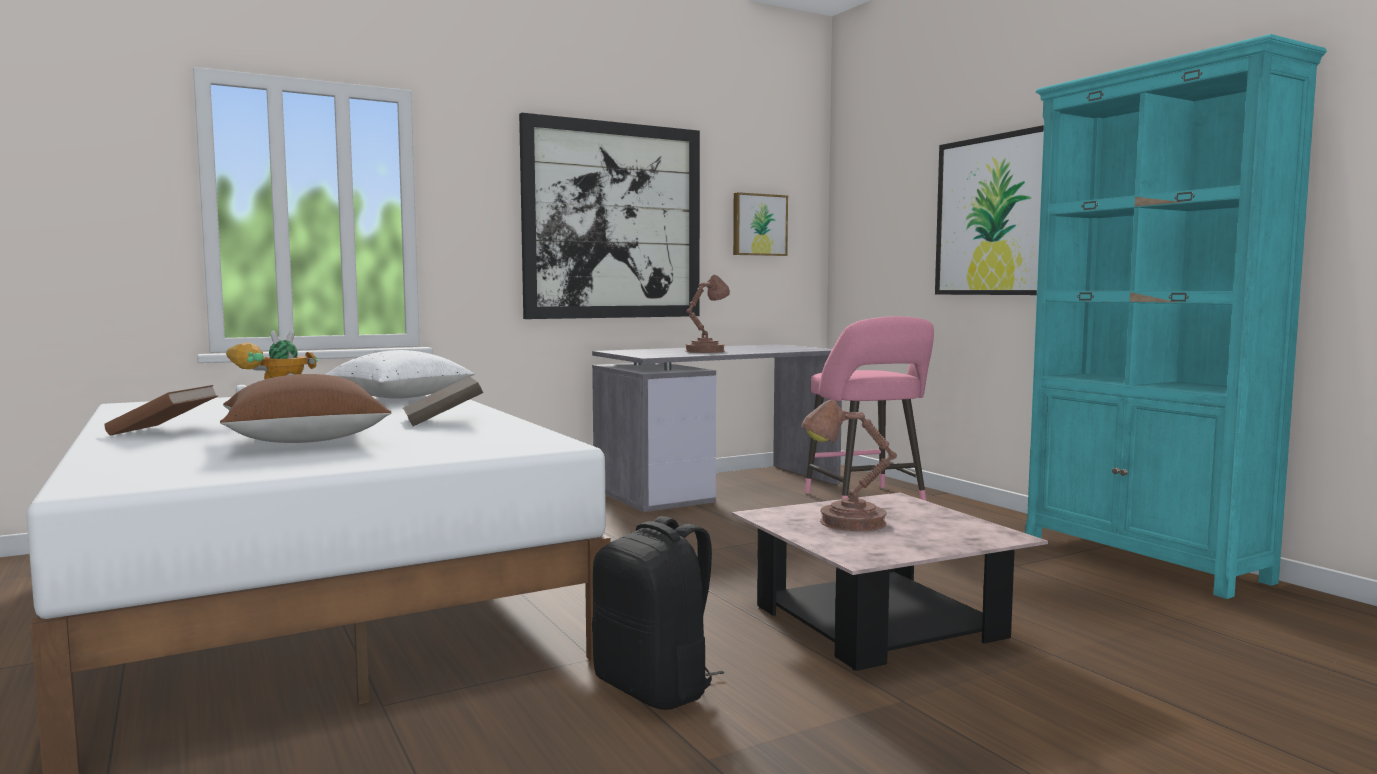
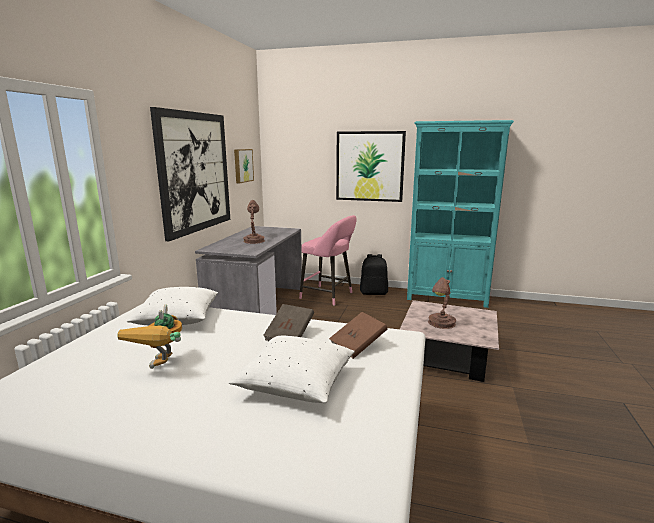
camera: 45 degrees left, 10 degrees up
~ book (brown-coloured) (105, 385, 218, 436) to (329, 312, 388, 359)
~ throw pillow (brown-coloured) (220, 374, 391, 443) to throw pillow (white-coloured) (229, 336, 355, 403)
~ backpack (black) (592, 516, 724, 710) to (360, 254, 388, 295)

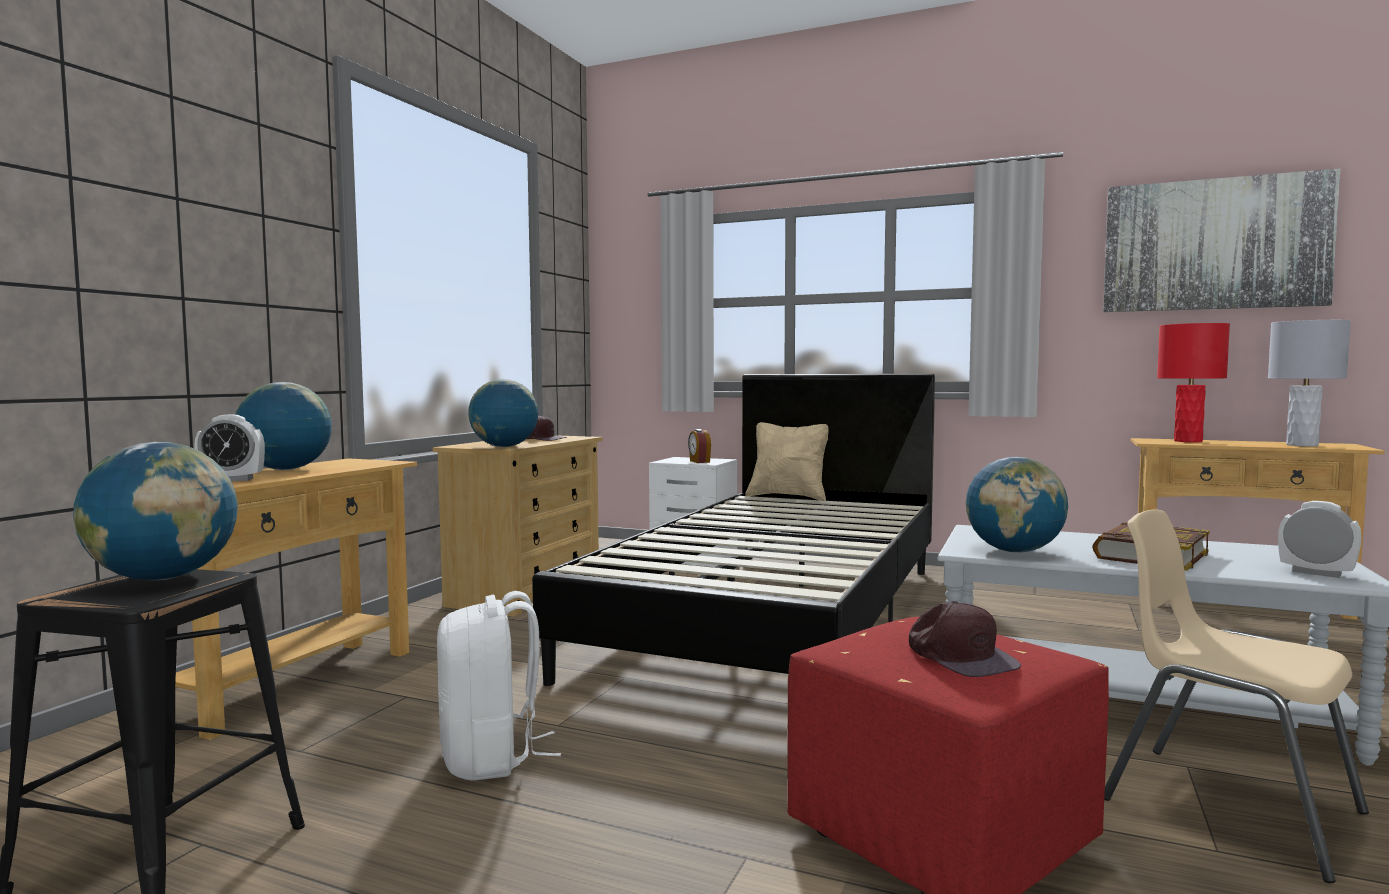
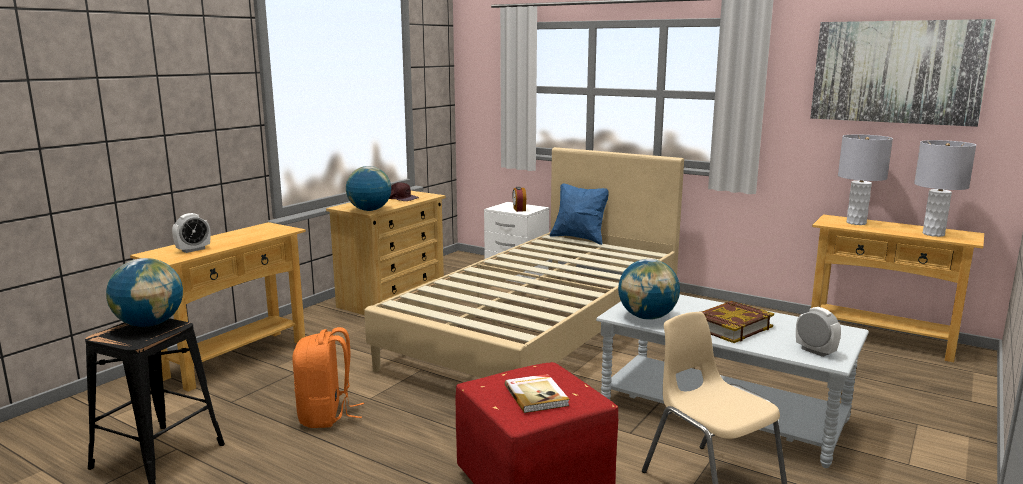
camera: 10 degrees right, 10 degrees up
~ alarm clock (194, 414, 265, 481) = (172, 213, 211, 253) 45 degrees counterclockwise
- world globe (235, 382, 332, 470)
~ backpack (white-coloured) (437, 591, 561, 781) to backpack (orange-coloured) (292, 327, 364, 428)
~ bedroom bed (black) (532, 374, 935, 686) to bedroom bed (beige-coloured) (364, 147, 684, 378)
~ throw pillow (beige-coloured) (745, 422, 829, 501) to throw pillow (blue) (550, 183, 609, 245)
~ peaked cap (brown-coloured) (909, 601, 1021, 677) to book (505, 374, 570, 413)
~ lamp for a table (red) (1157, 323, 1230, 442) to lamp for a table (greyish) (838, 135, 893, 225)

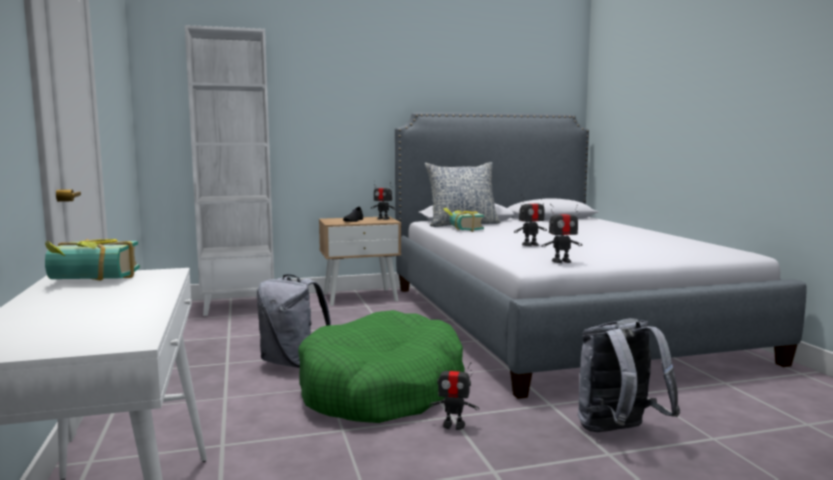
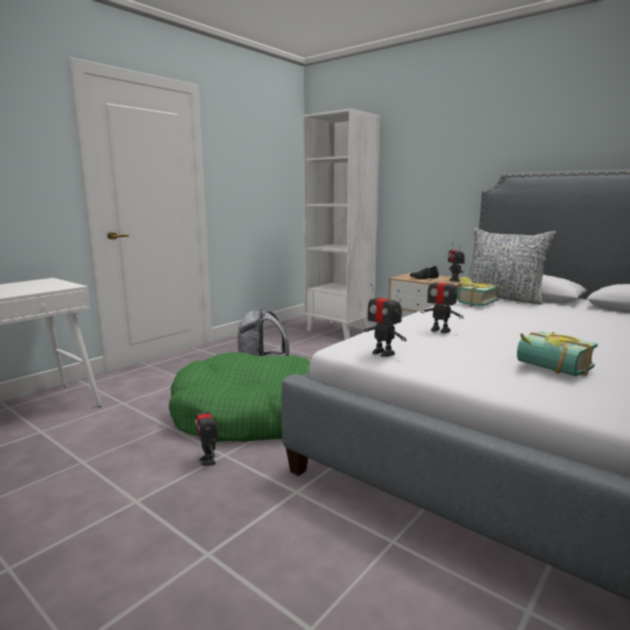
camera: 55 degrees right, 5 degrees up
~ book (45, 239, 140, 281) to (517, 331, 598, 377)
- backpack (greyish) (578, 318, 681, 432)

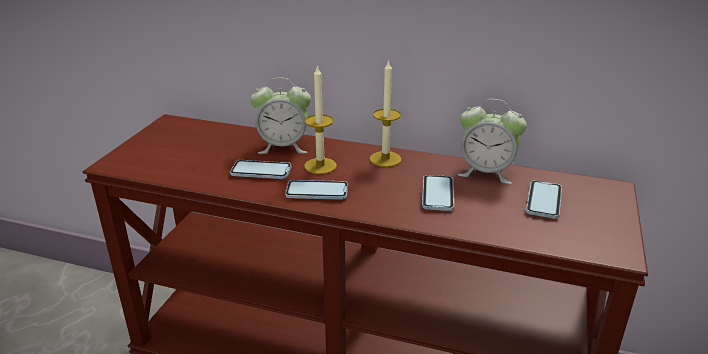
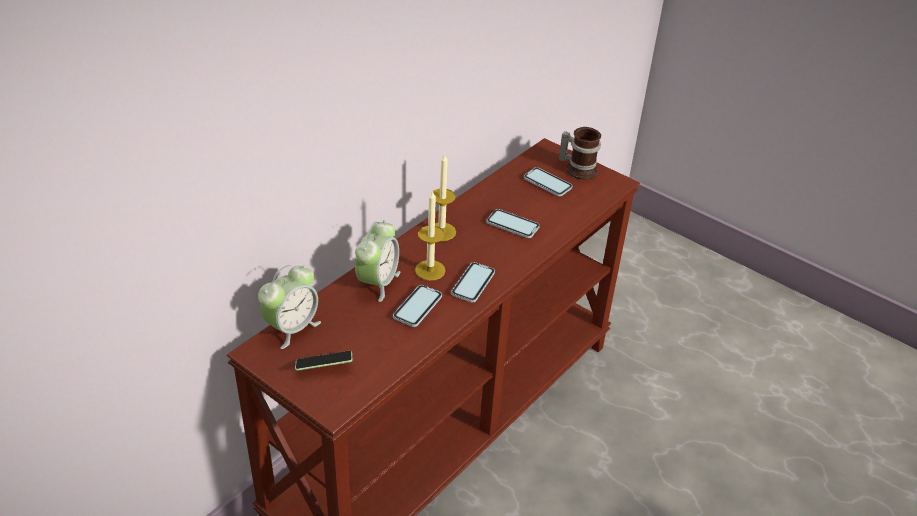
camera: 70 degrees left, 10 degrees up
~ alarm clock (458, 99, 527, 184) to (258, 265, 321, 349)
+ handset (295, 351, 352, 371)
+ coffee mug (559, 127, 601, 179)

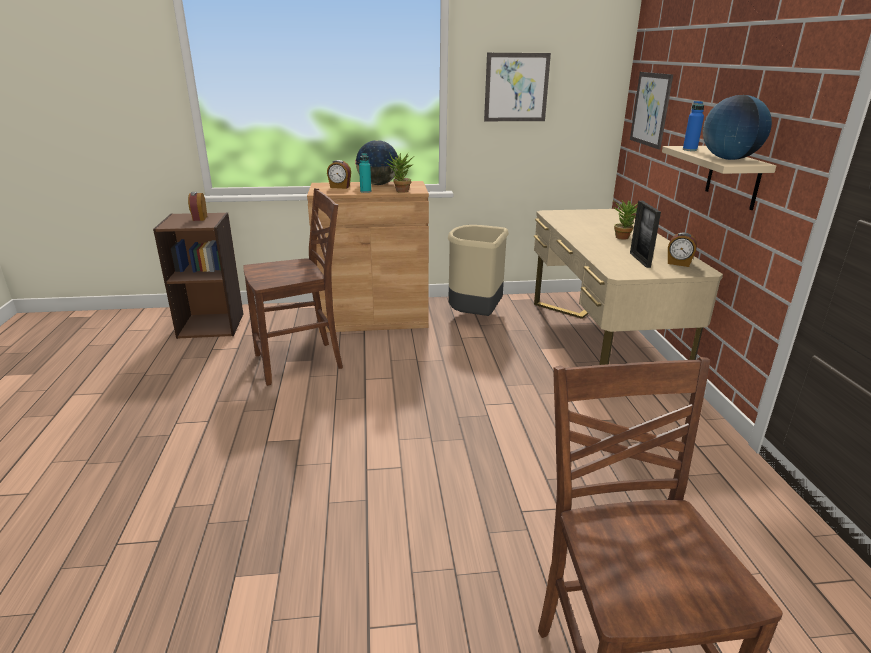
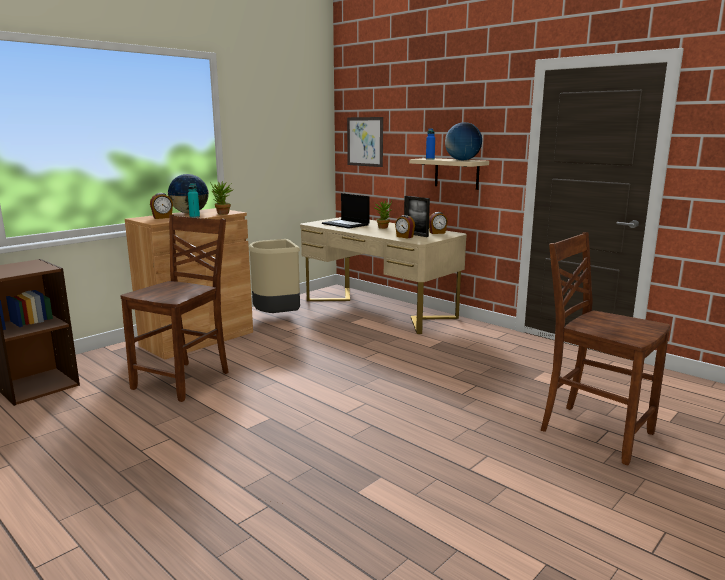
camera: 40 degrees left, 10 degrees down
~ alarm clock (188, 192, 207, 221) to (395, 215, 415, 239)
- wall picture (484, 53, 551, 121)
+ laptop (322, 193, 369, 229)

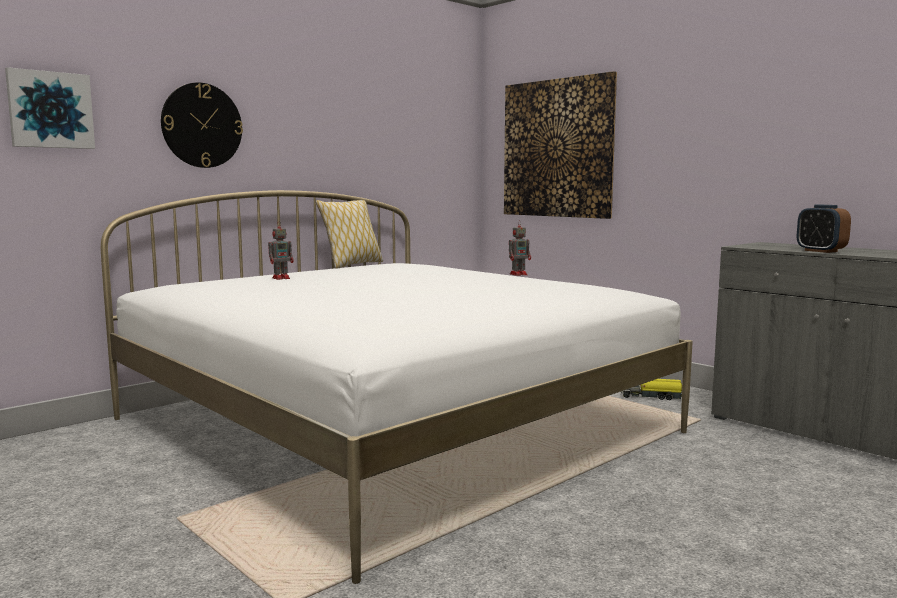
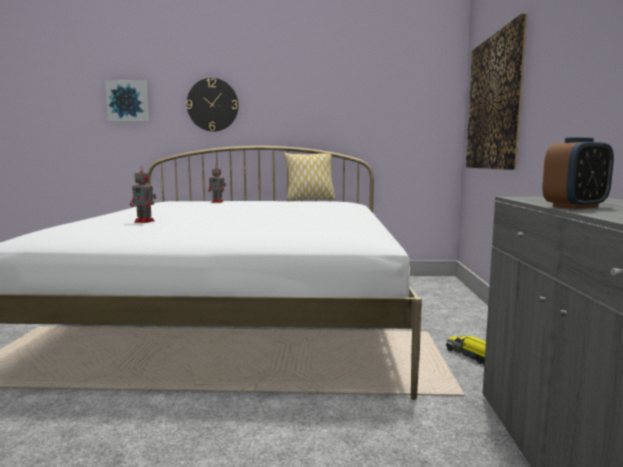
camera: 45 degrees right, 0 degrees up
~ robot figure (509, 220, 531, 276) to (130, 166, 156, 223)
~ alarm clock (797, 205, 851, 253) = (542, 137, 614, 209) 135 degrees counterclockwise

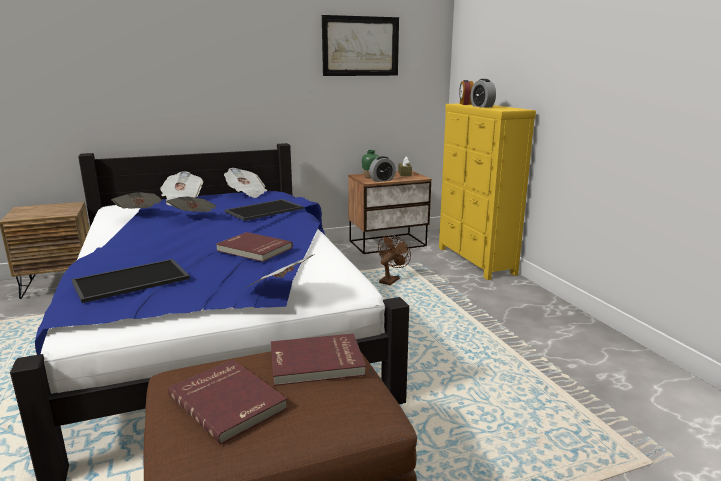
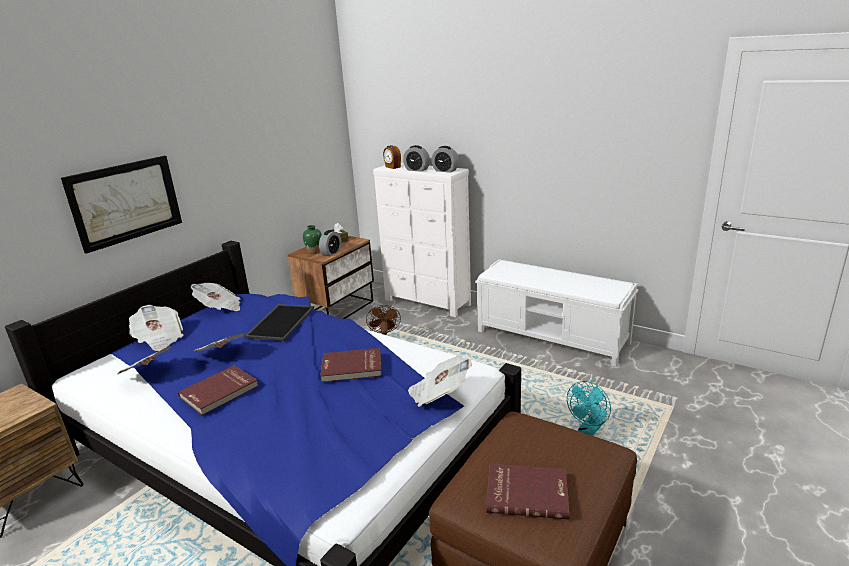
camera: 35 degrees left, 5 degrees up
- tray (71, 259, 190, 303)
~ book (red) (271, 333, 366, 386) to (178, 365, 258, 415)
~ wall picture (322, 15, 399, 76) to (61, 156, 182, 254)
~ dresser (yellow) (439, 103, 536, 280) to dresser (white-coloured) (373, 163, 471, 317)
+ alarm clock (432, 146, 459, 173)
+ indoor bench (white-coloured) (475, 259, 639, 367)
+ cooling fan (turquoise) (567, 381, 611, 436)

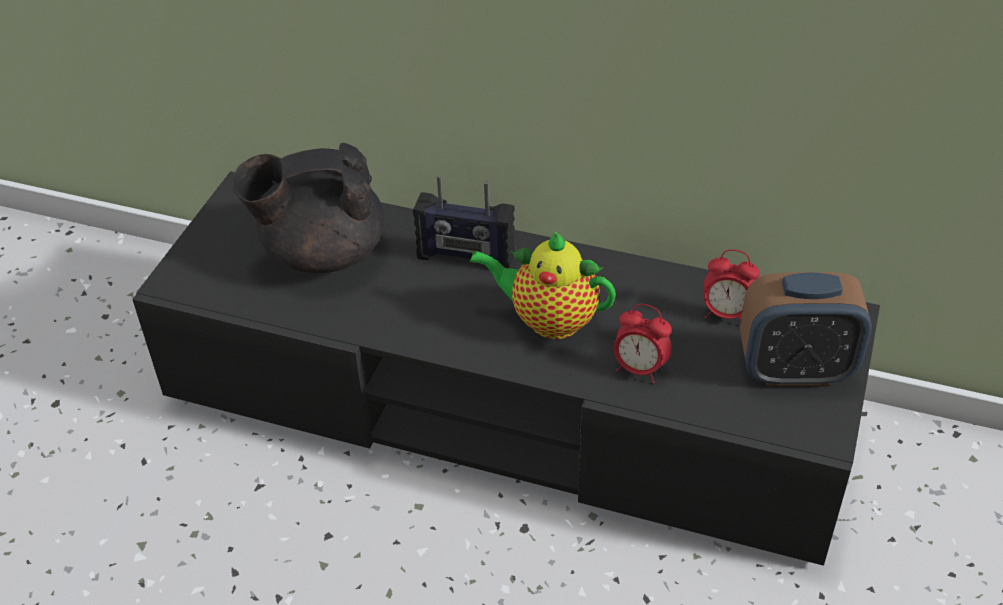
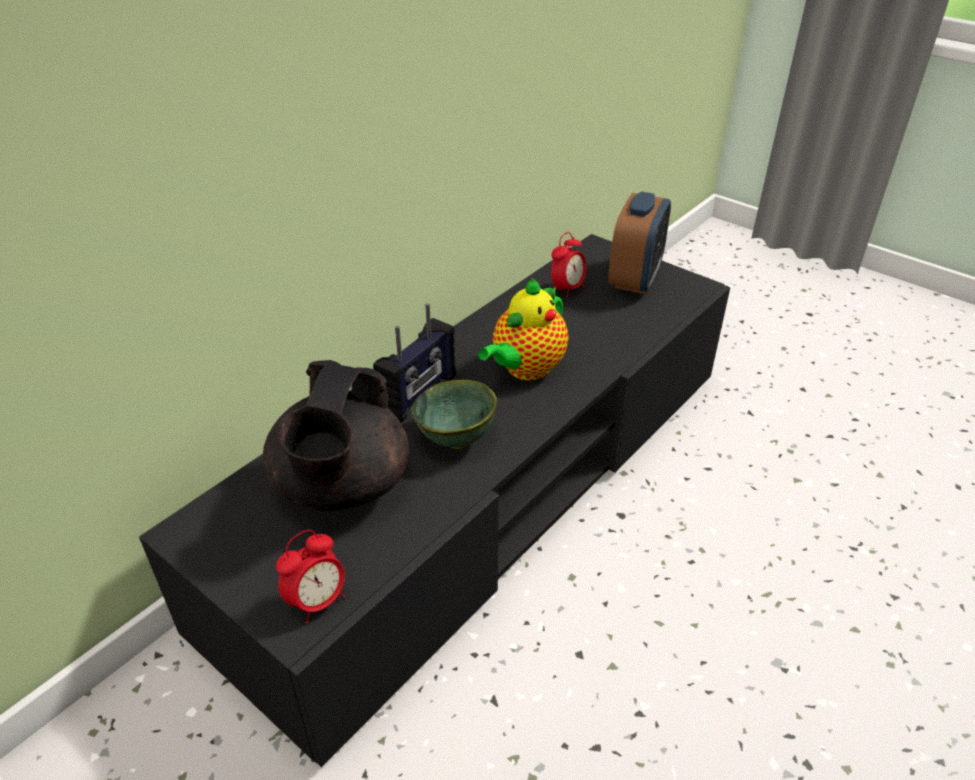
camera: 70 degrees left, 5 degrees down
~ alarm clock (614, 304, 672, 383) to (276, 530, 345, 624)
+ bowl (green) (411, 380, 497, 449)

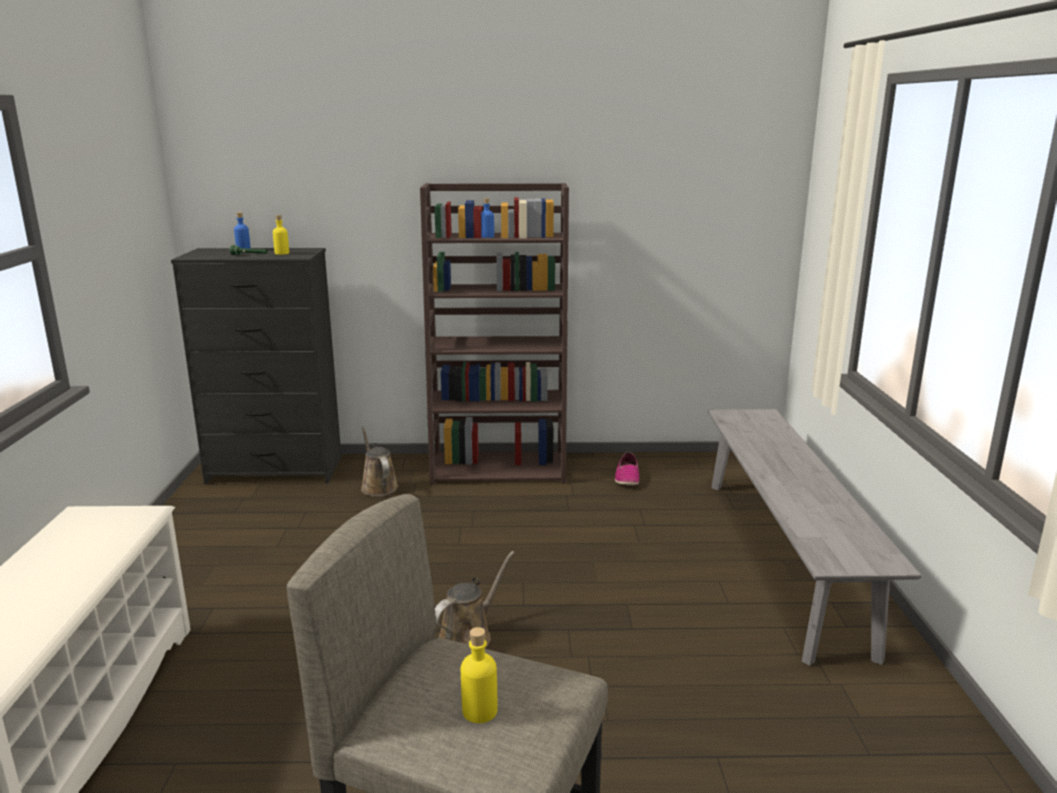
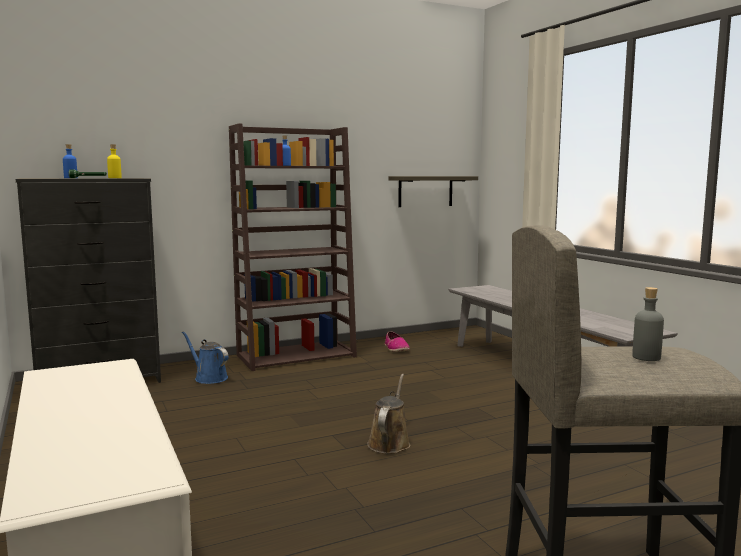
camera: 25 degrees left, 10 degrees down
~ sprinkling can (brown-coloured) (361, 426, 398, 496) to sprinkling can (blue) (182, 331, 229, 384)
~ drink bottle (yellow) (461, 627, 498, 723) to drink bottle (greyish) (632, 287, 664, 361)
+ shelf (389, 176, 478, 207)

